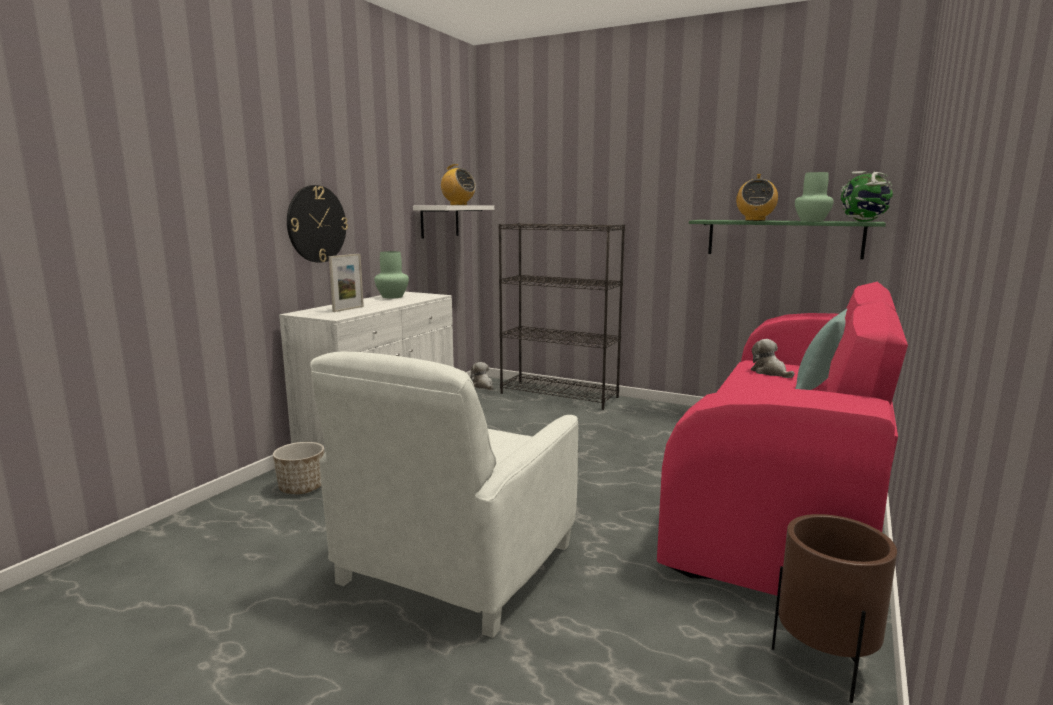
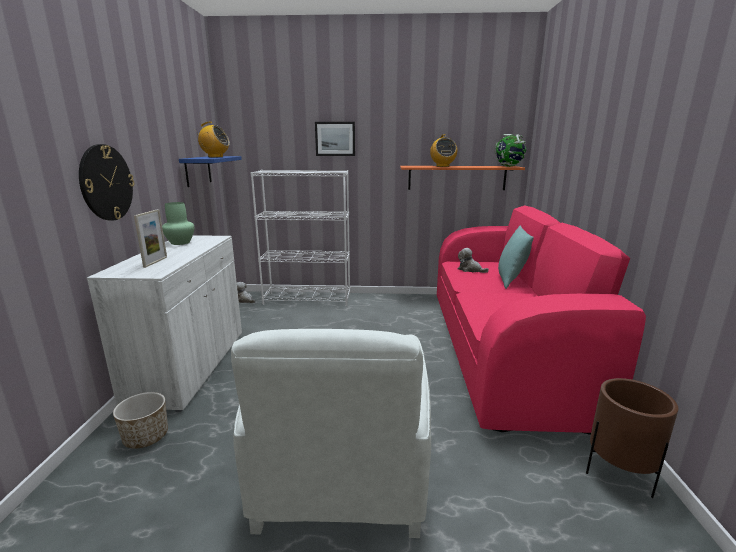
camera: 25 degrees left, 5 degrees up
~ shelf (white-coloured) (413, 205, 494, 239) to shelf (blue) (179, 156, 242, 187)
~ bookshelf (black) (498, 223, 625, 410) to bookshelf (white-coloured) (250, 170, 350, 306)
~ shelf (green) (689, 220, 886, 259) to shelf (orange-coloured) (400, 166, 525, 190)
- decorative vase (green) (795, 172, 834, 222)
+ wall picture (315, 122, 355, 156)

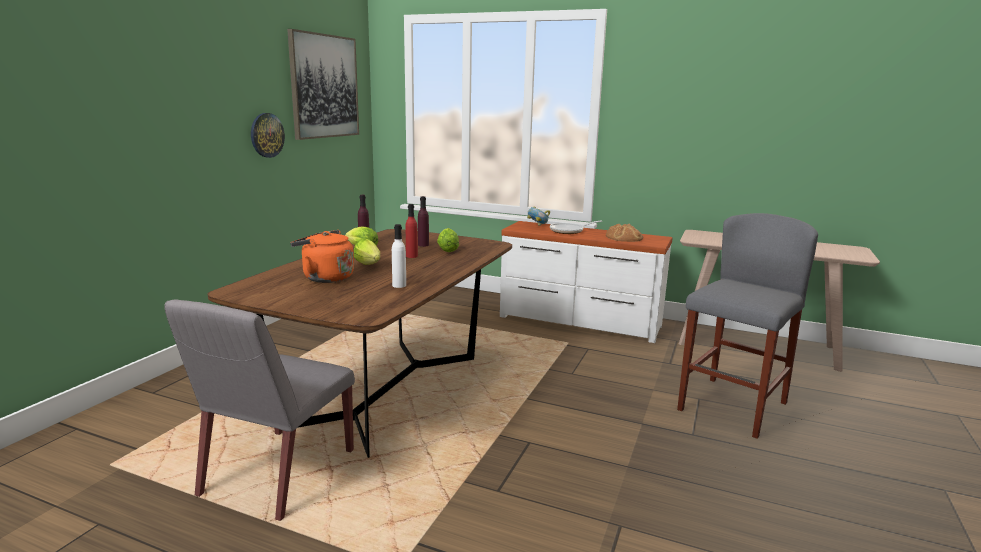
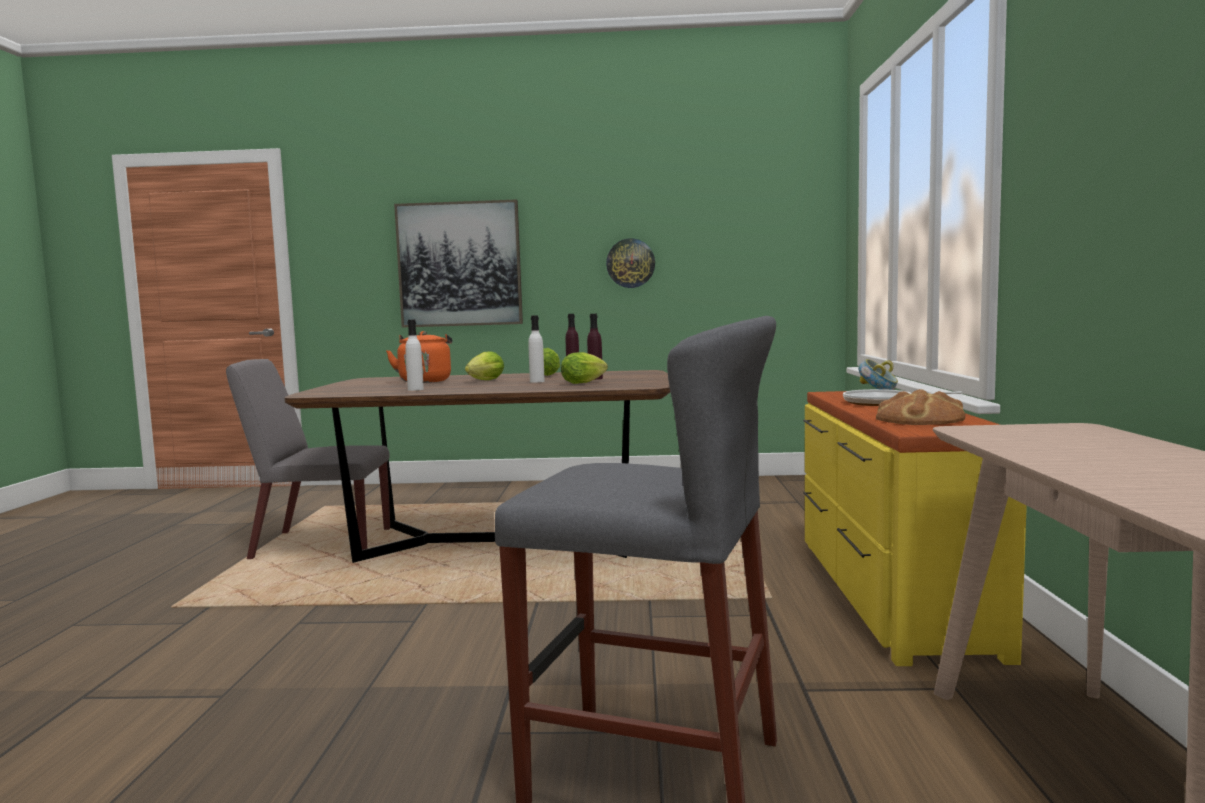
camera: 70 degrees right, 10 degrees down
~ wall picture (287, 29, 359, 140) to (394, 200, 523, 327)
~ drink bottle (red) (406, 204, 418, 258) to drink bottle (white-coloured) (528, 315, 545, 383)
~ dresser (white-coloured) (500, 221, 673, 343) to dresser (yellow) (803, 391, 1027, 666)

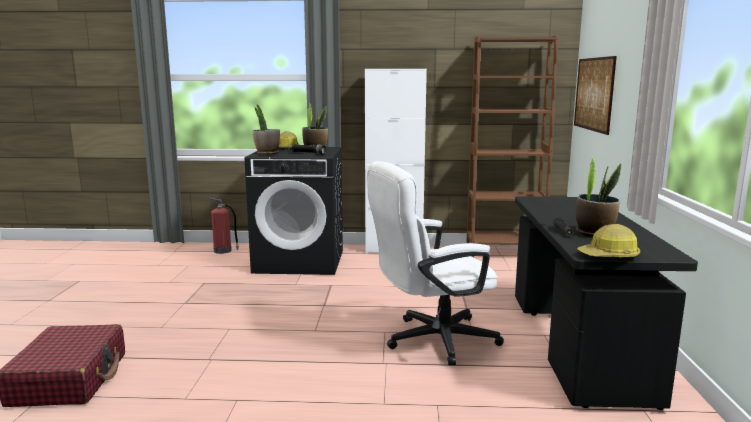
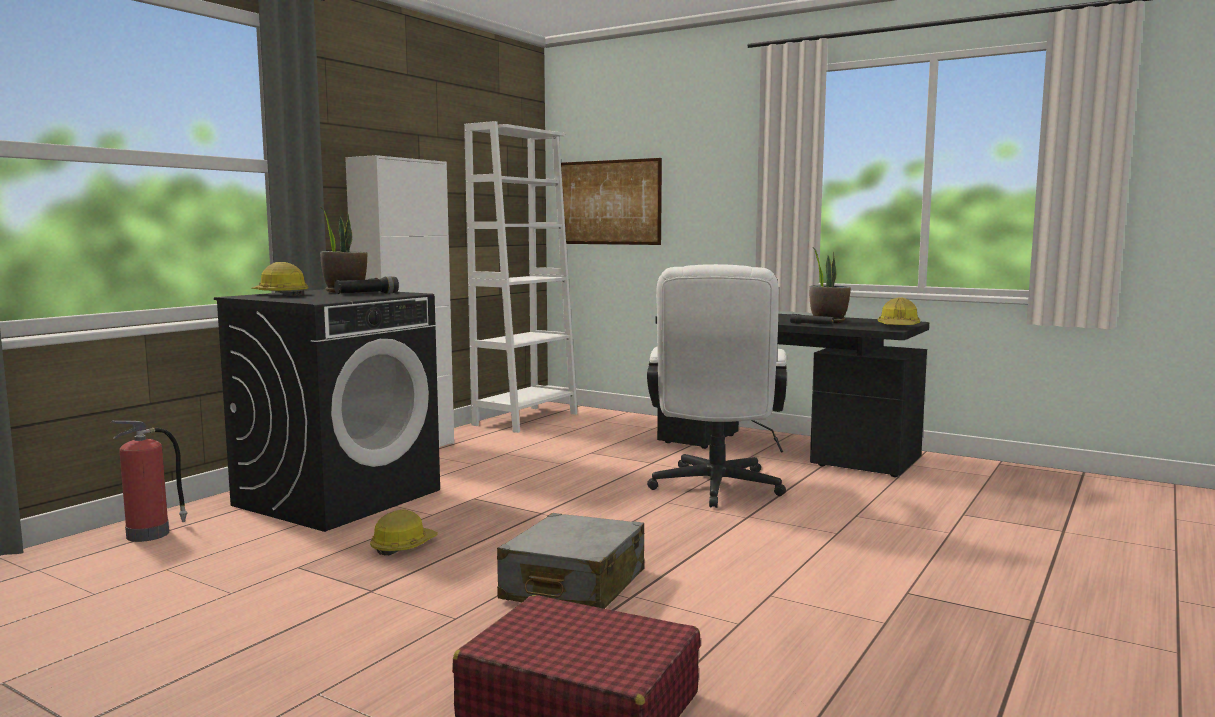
camera: 60 degrees left, 5 degrees down
- potted plant (253, 104, 280, 155)
~ bookshelf (brown-coloured) (466, 35, 559, 257) to bookshelf (white-coloured) (464, 121, 577, 433)
+ hard hat (370, 509, 438, 555)
+ suitcase (greyish) (497, 513, 645, 609)

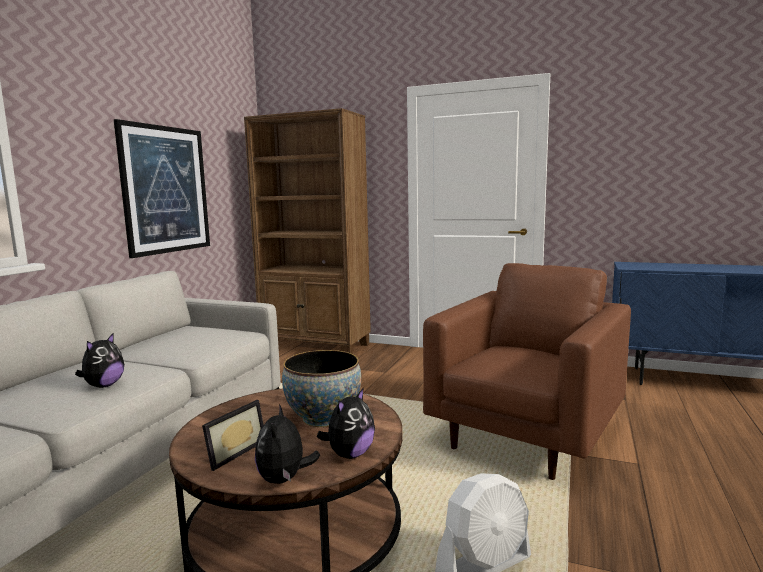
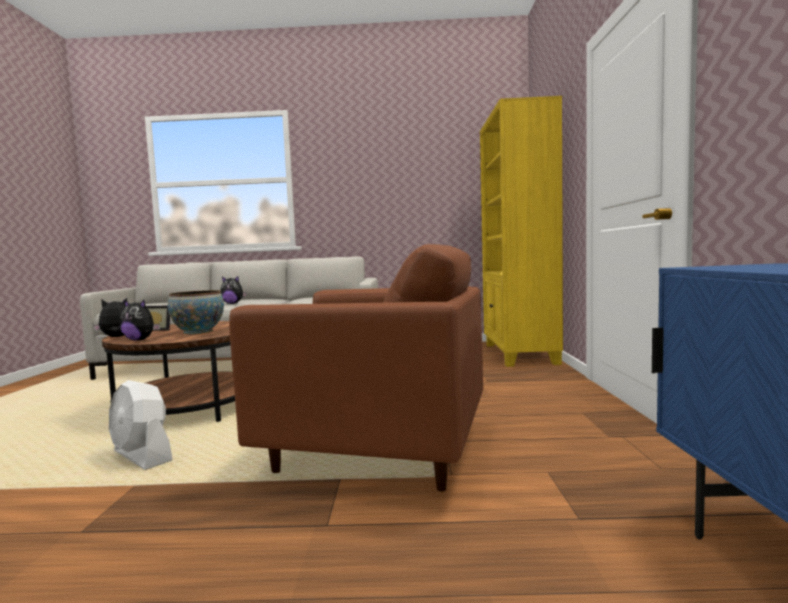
camera: 70 degrees right, 5 degrees down
- wall picture (114, 119, 210, 258)
~ bookshelf (brown-coloured) (244, 108, 371, 354) to bookshelf (yellow) (480, 96, 563, 367)

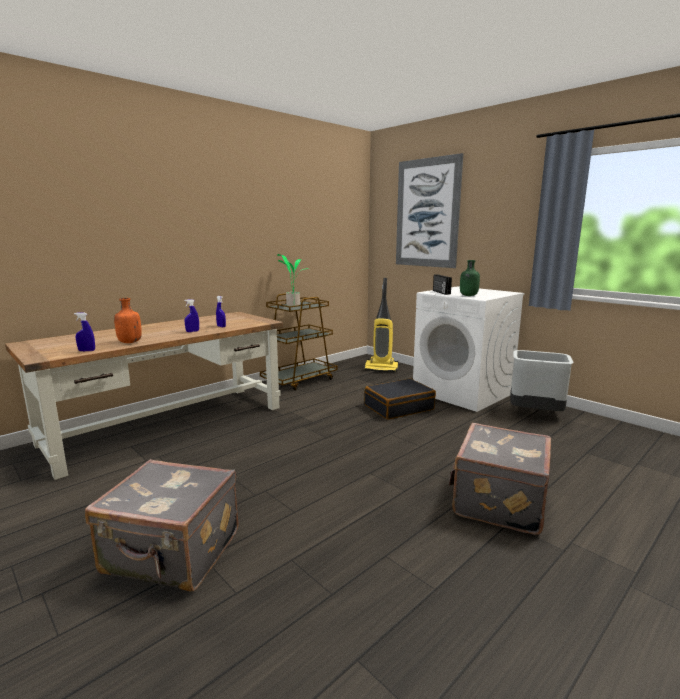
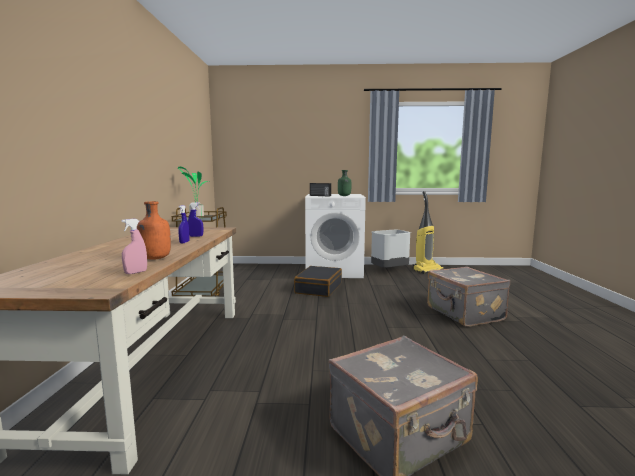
camera: 45 degrees left, 5 degrees down
~ sprayer (blue) (74, 313, 95, 351) to sprayer (pink-coloured) (121, 219, 147, 274)
~ vacuum cleaner (364, 278, 398, 372) to (413, 191, 444, 274)
- wall picture (396, 153, 464, 268)

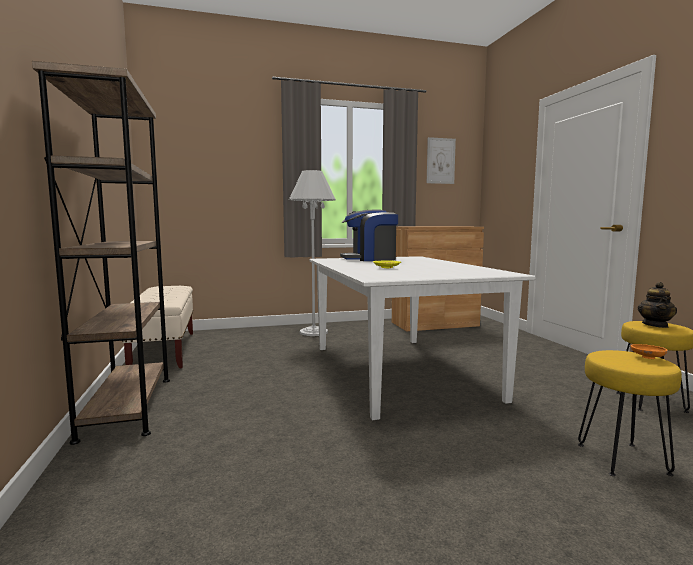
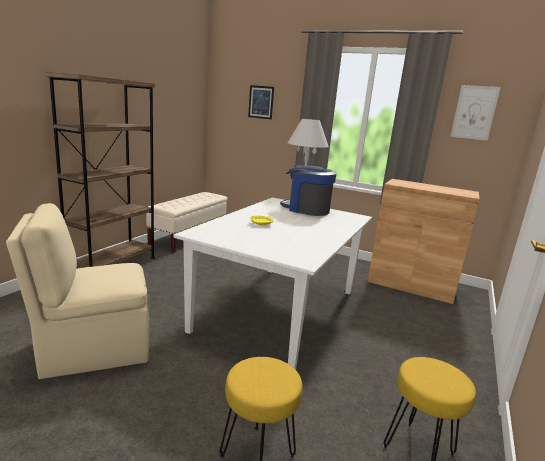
camera: 40 degrees right, 10 degrees up
- bowl (orange-coloured) (631, 344, 668, 359)
- pot for tea (637, 282, 677, 328)
+ upright chair (beige-coloured) (6, 203, 150, 379)
+ wall picture (248, 85, 274, 120)

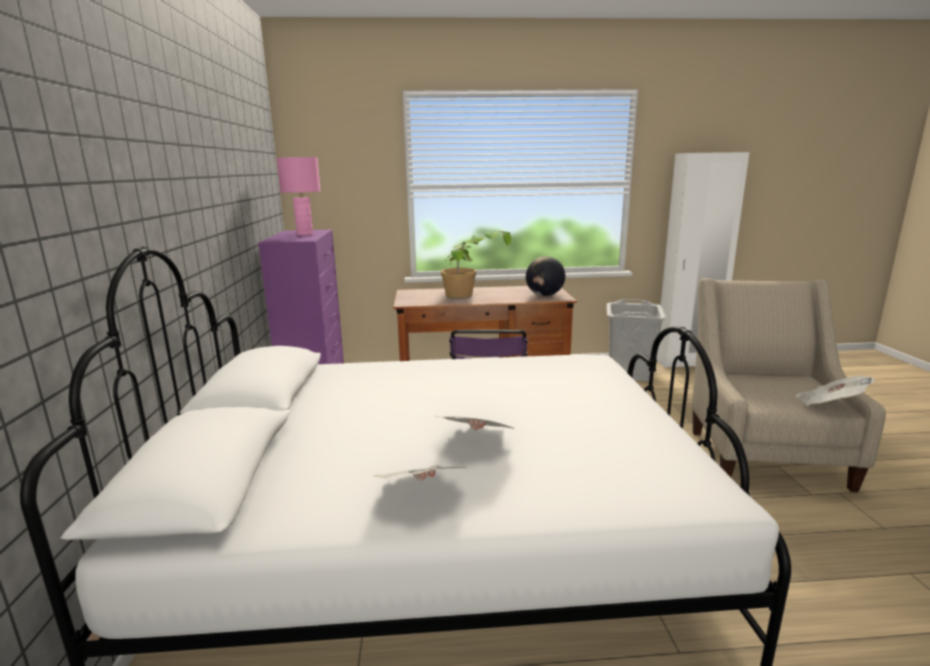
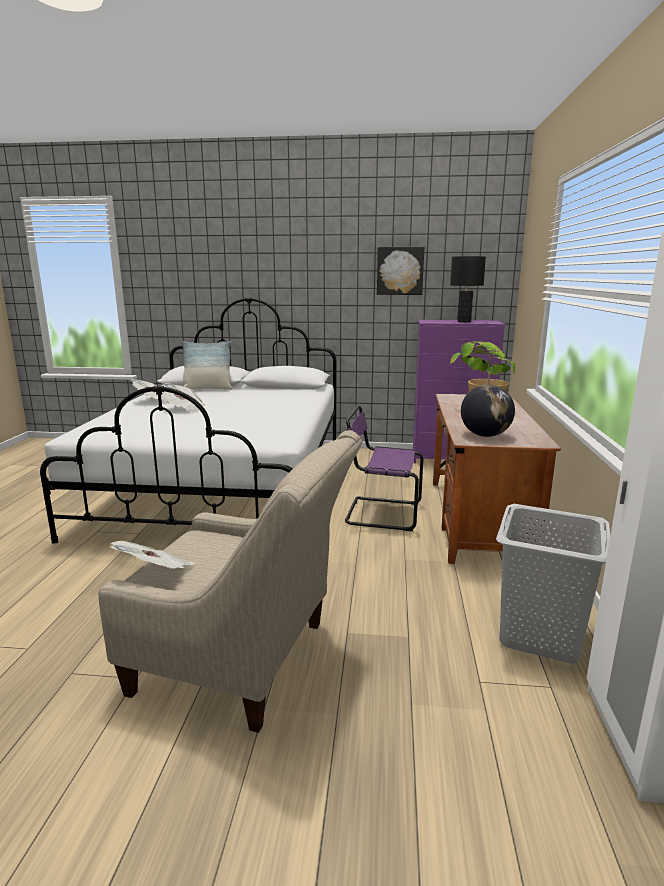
camera: 100 degrees right, 0 degrees up
~ lamp for a table (pink-coloured) (277, 157, 320, 235) to lamp for a table (black) (450, 256, 486, 323)
+ throw pillow (182, 341, 233, 390)
+ wall picture (377, 247, 424, 295)

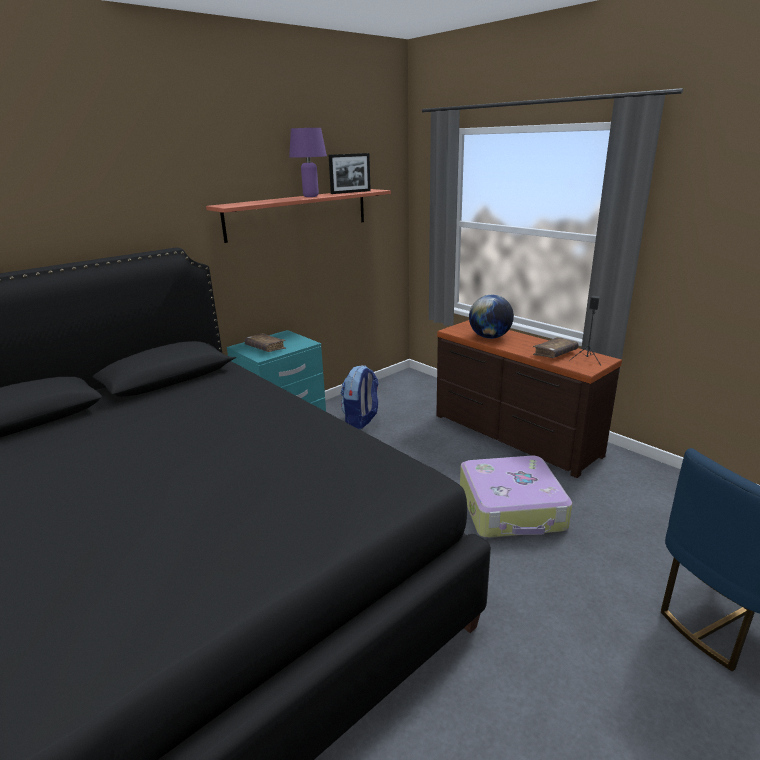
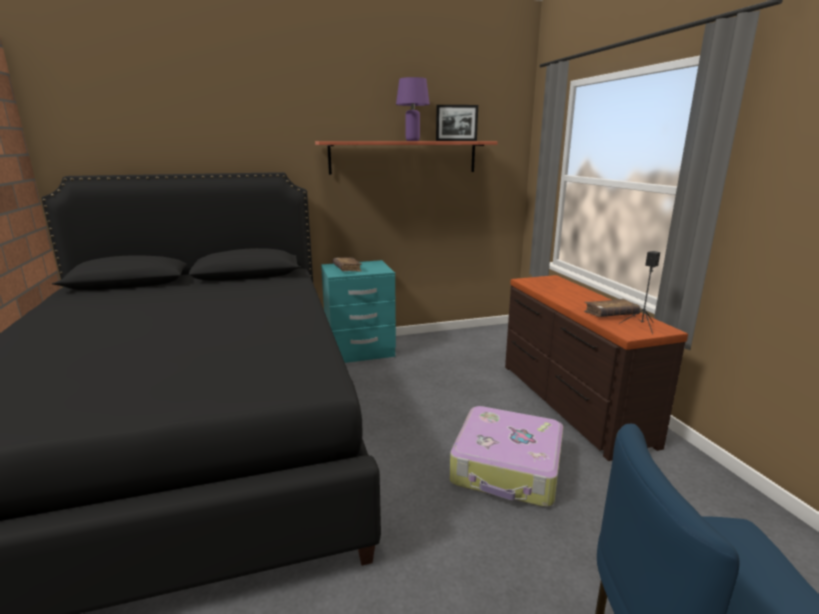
camera: 25 degrees right, 5 degrees down
- backpack (341, 365, 379, 429)
- world globe (469, 295, 514, 339)

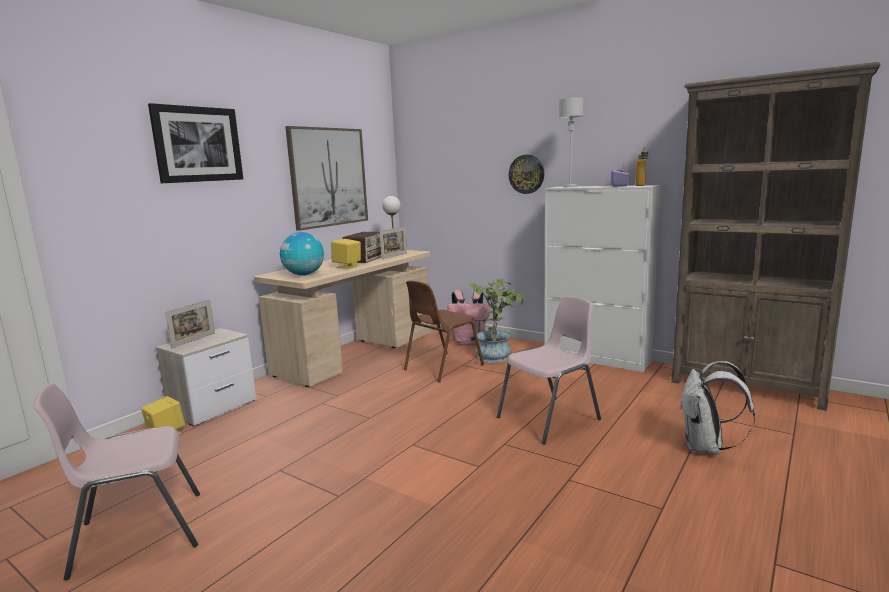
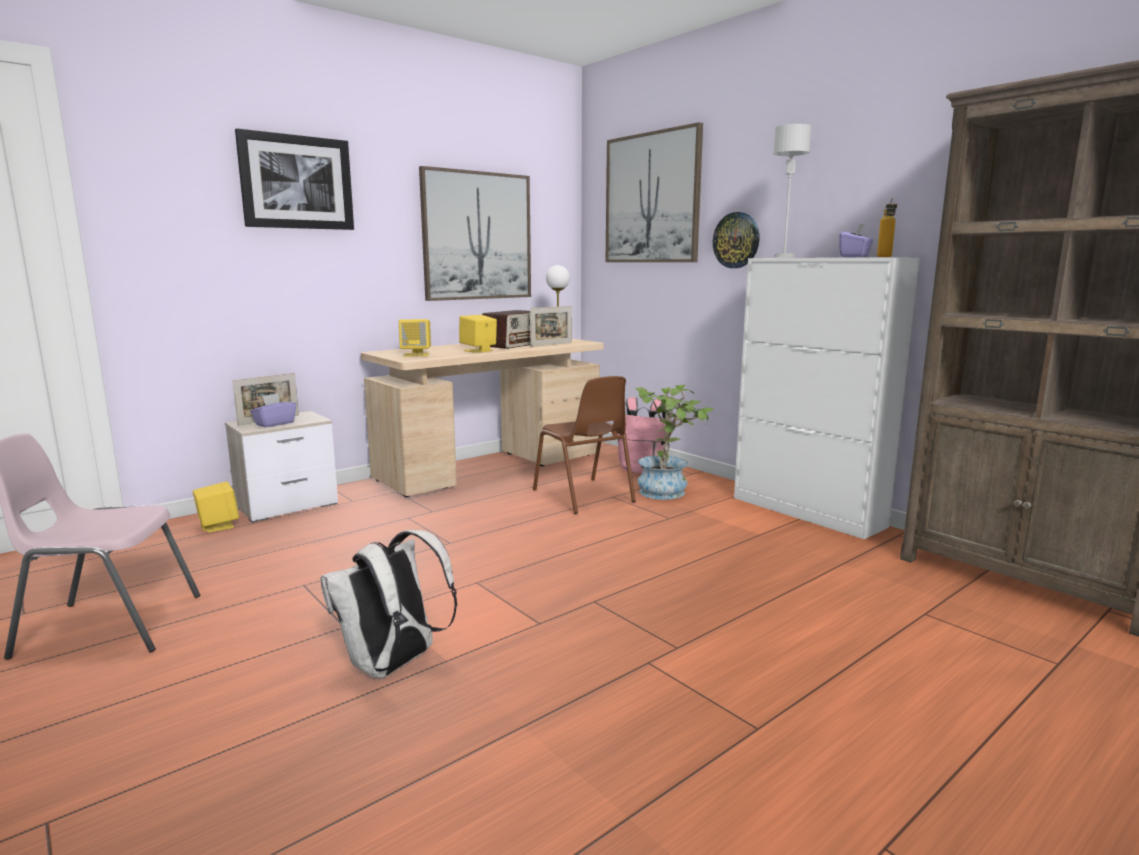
camera: 15 degrees right, 0 degrees up
~ world globe (280, 232, 324, 275) to loudspeaker (yellow) (399, 319, 431, 357)
~ upright chair (brown-coloured) (404, 281, 484, 382) = (533, 376, 636, 514) 90 degrees counterclockwise
- upright chair (pink-coloured) (497, 296, 601, 444)
~ backpack (white-coloured) (679, 361, 755, 454) to (320, 530, 457, 678)
+ tissue box (purple) (250, 393, 296, 427)
+ wall picture (606, 122, 703, 262)

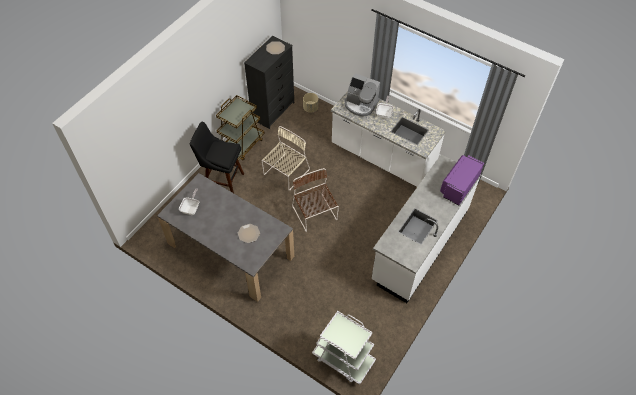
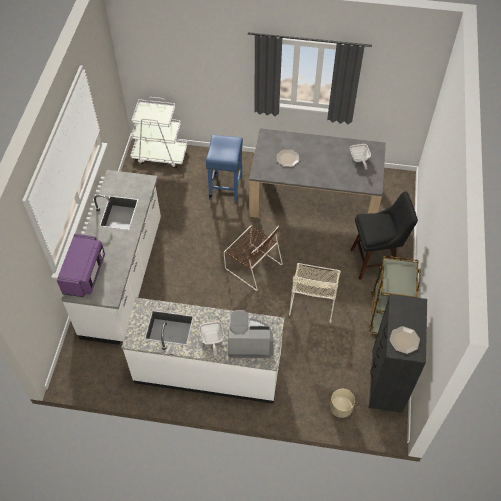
camera: 155 degrees right, 0 degrees up
+ sitting stool (blue) (206, 135, 243, 202)

